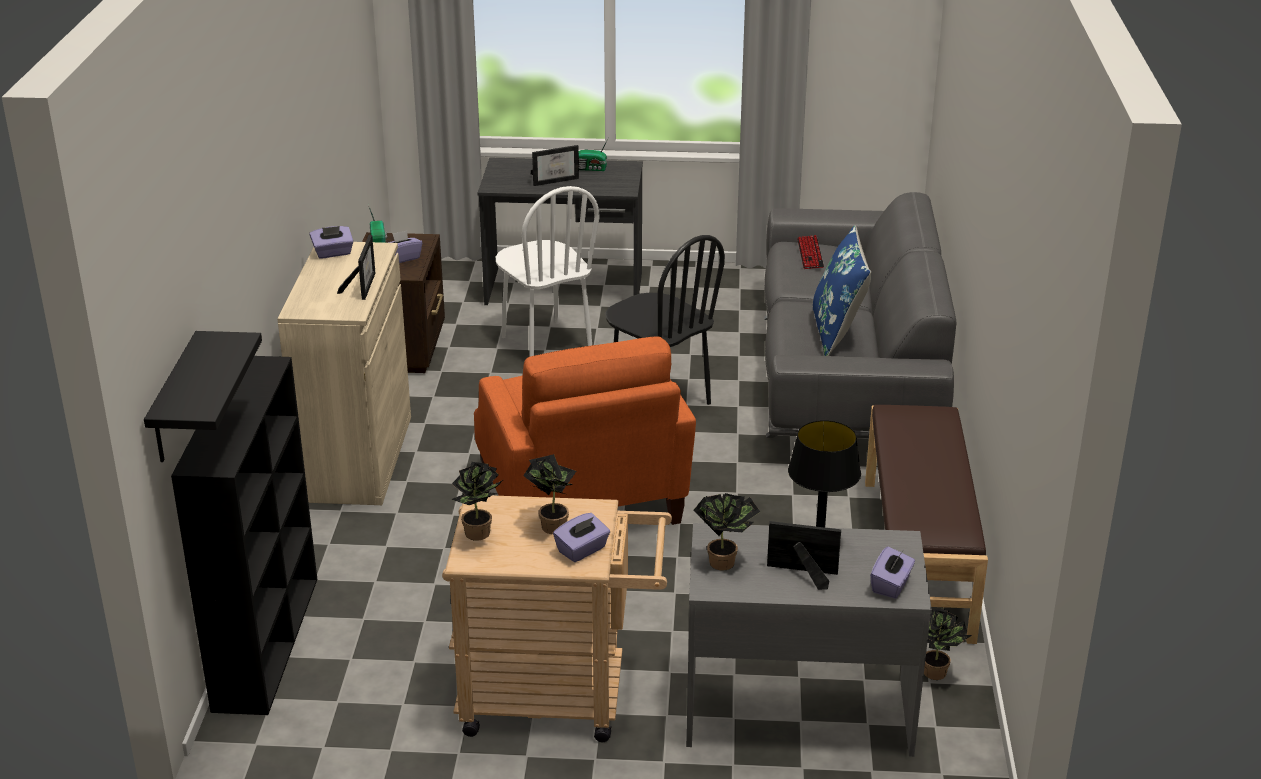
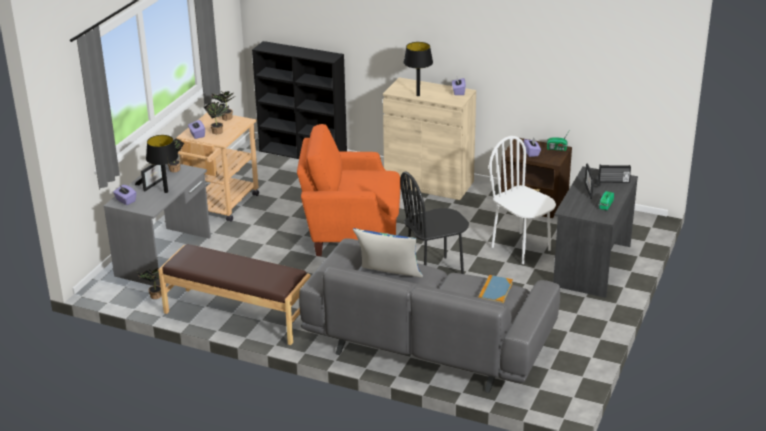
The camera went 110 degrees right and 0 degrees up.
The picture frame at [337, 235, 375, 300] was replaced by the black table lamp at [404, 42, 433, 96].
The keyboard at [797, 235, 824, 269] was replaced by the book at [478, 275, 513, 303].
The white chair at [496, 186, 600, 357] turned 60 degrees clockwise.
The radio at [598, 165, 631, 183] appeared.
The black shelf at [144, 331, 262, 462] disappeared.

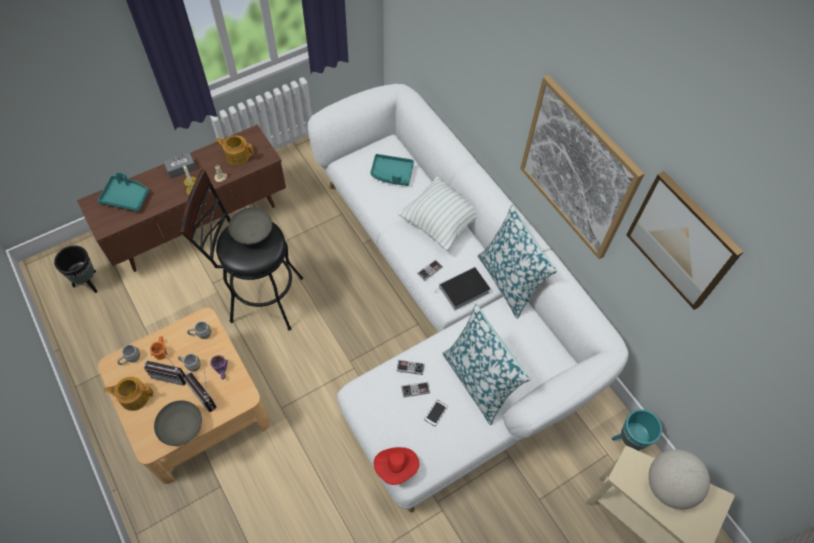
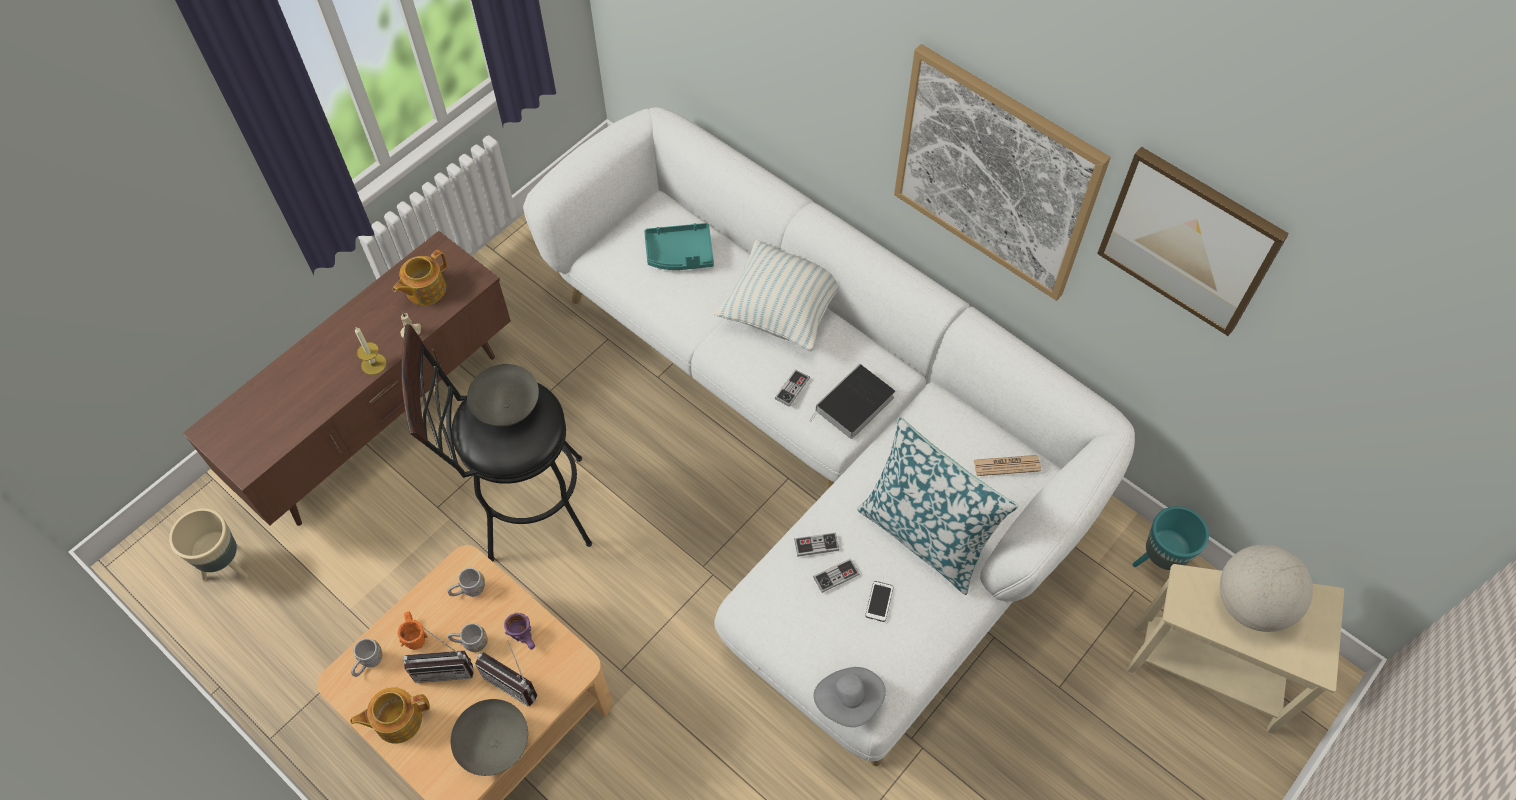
The camera went 15 degrees left and 0 degrees up.
The black planter at [54, 246, 98, 293] became the beige planter at [169, 508, 248, 580].
The teapot at [215, 135, 254, 165] turned 45 degrees counterclockwise.
The red hat at [374, 447, 419, 485] became the grey hat at [814, 667, 886, 727].
The newspaper at [974, 455, 1041, 476] appeared.
The turquoise tray at [98, 172, 149, 212] disappeared.
The grey tissue box at [164, 153, 197, 179] disappeared.
The pillow at [478, 205, 557, 319] disappeared.

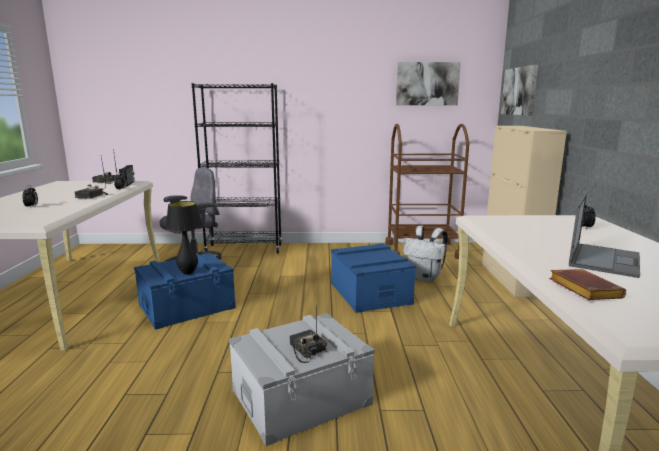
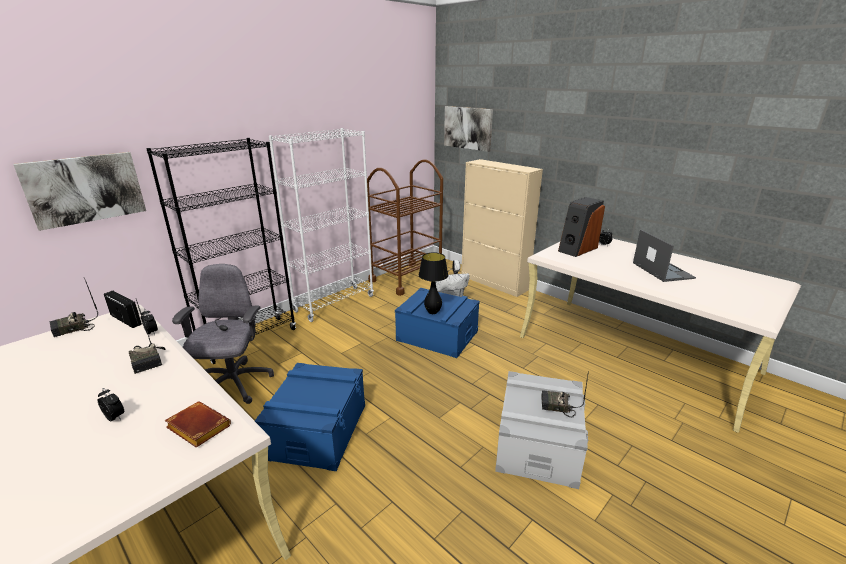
The camera went 45 degrees left and 10 degrees up.
The picture moved from [396, 62, 461, 105] to [13, 152, 146, 231].
The brown book moved from [549, 269, 626, 300] to [165, 401, 231, 448].
The white bookcase at [269, 128, 374, 322] appeared.
The black table lamp moved from [166, 201, 202, 274] to [419, 252, 448, 314].
The speaker at [558, 197, 605, 257] appeared.

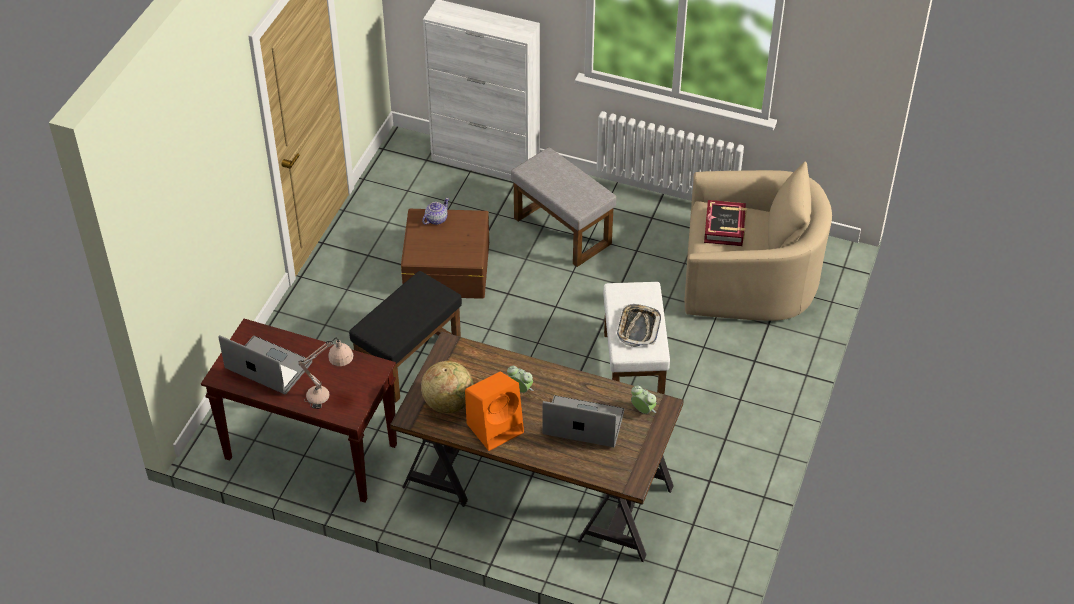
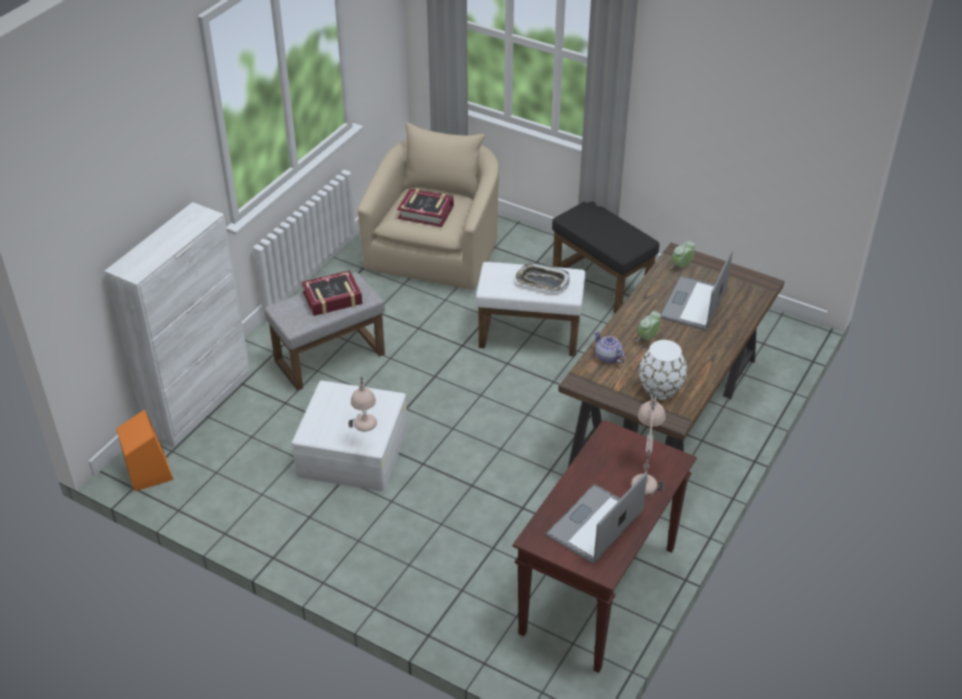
The camera went 80 degrees left and 5 degrees down.
The orange speaker moved from [465, 372, 524, 451] to [116, 410, 174, 491].
The brown storage box at [401, 209, 489, 299] became the white storage box at [292, 380, 408, 492].
The book at [302, 270, 363, 316] appeared.
The beige table lamp at [348, 376, 377, 432] appeared.
The black ottoman moved from [349, 271, 462, 402] to [552, 201, 659, 313].
The teapot moved from [422, 198, 449, 225] to [594, 331, 625, 363].
The globe at [421, 361, 473, 413] was replaced by the white vase at [639, 340, 687, 400].

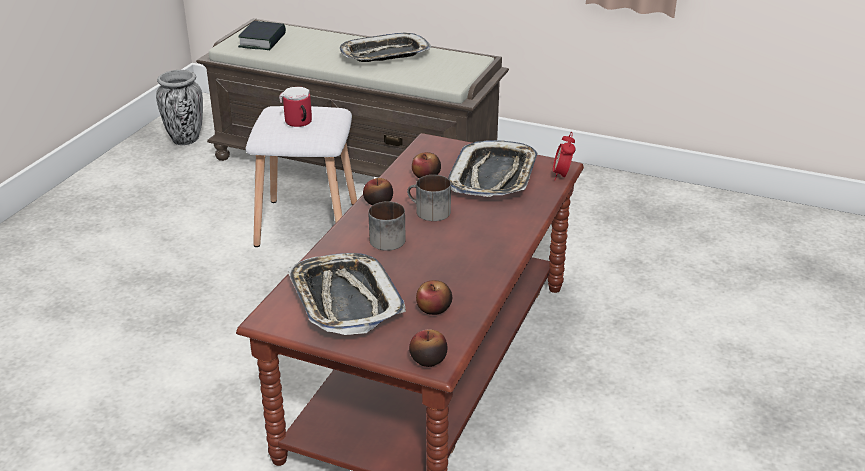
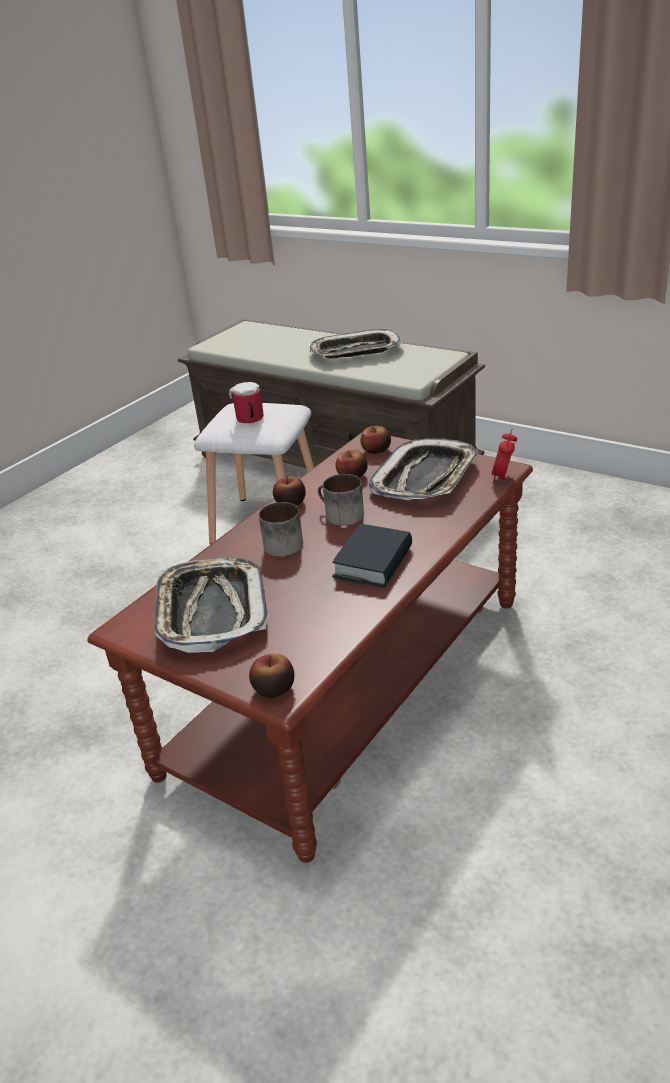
The camera went 15 degrees right and 0 degrees up.
The book moved from [238, 21, 286, 50] to [332, 524, 412, 588].
The apple moved from [416, 280, 452, 315] to [360, 426, 391, 454].
The vase at [156, 70, 203, 145] disappeared.

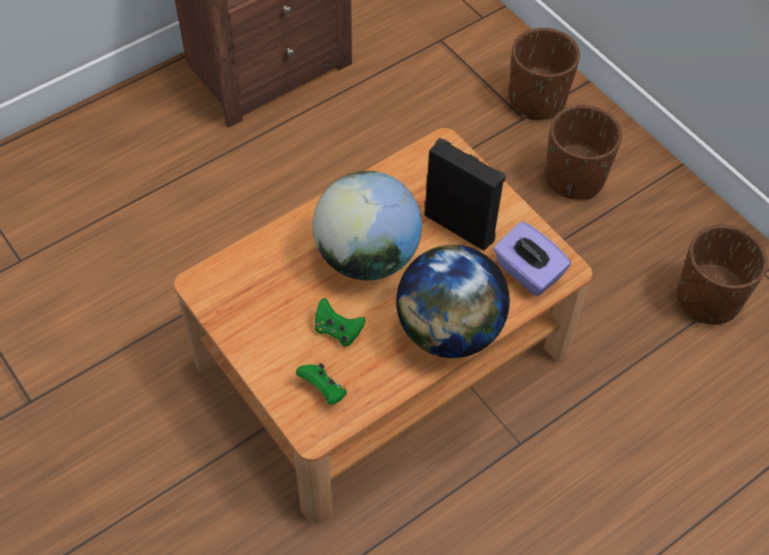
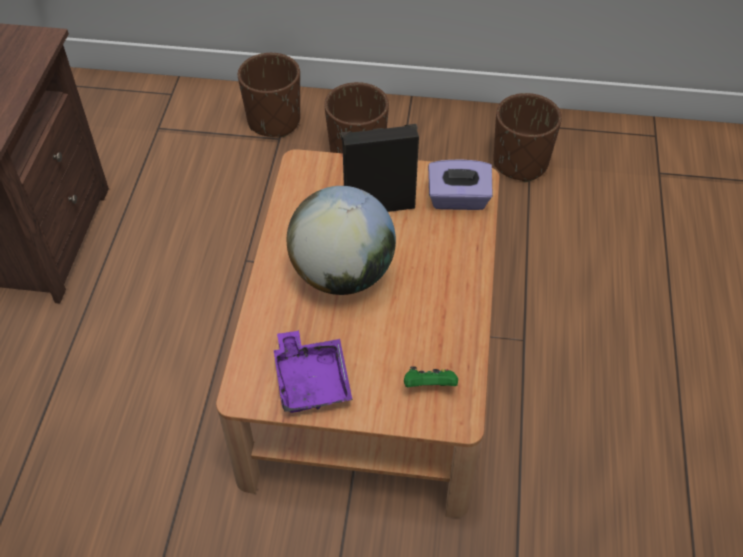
The camera went 45 degrees left and 5 degrees down.
The purple tray at [274, 330, 352, 413] appeared.
The green game controller at [315, 298, 365, 346] disappeared.
The globe at [396, 245, 510, 358] disappeared.

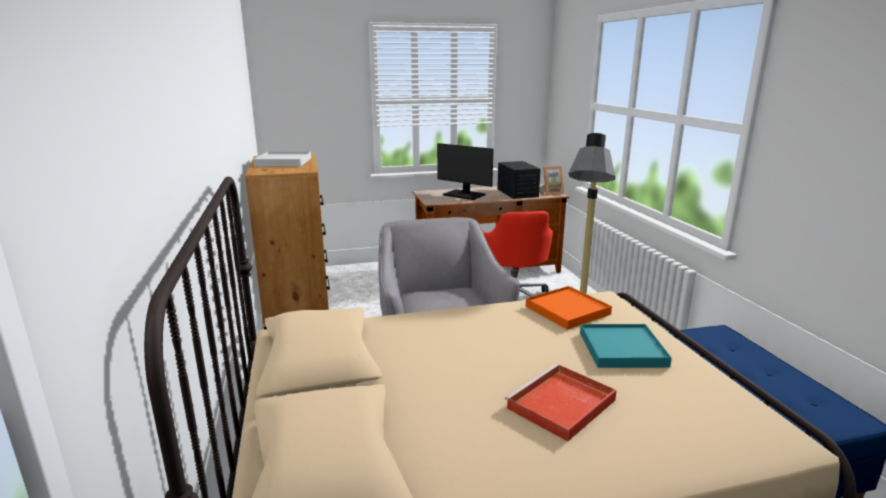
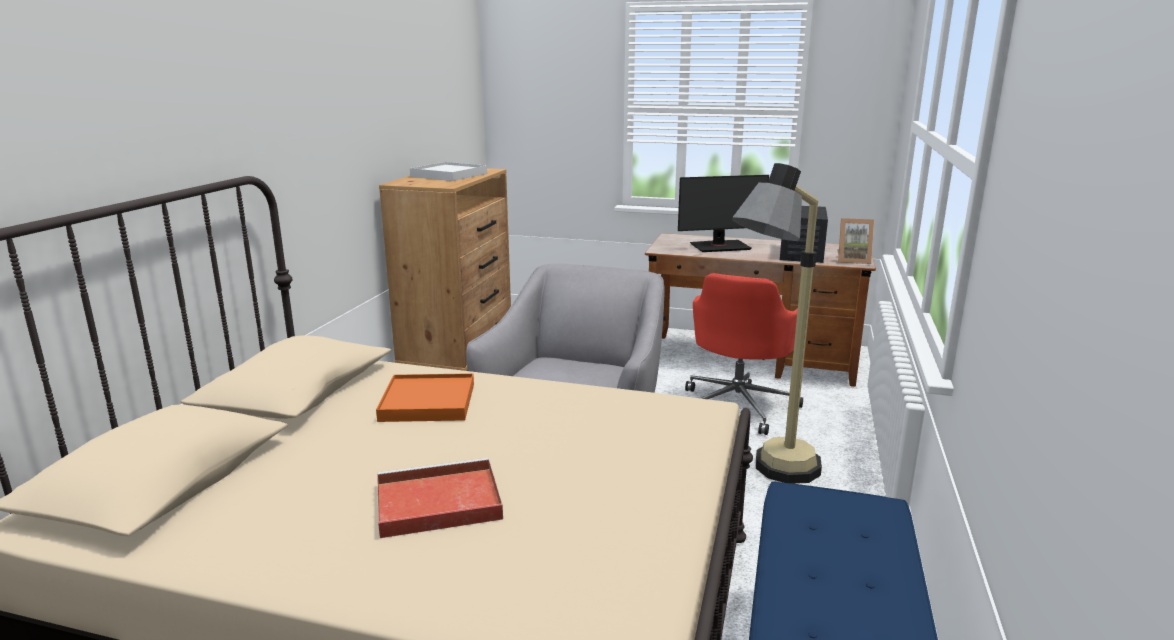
The camera went 30 degrees right and 0 degrees up.
The orange tray moved from [526, 286, 612, 330] to [376, 373, 474, 422].
The monitor at [437, 143, 493, 200] turned 75 degrees counterclockwise.
The turquoise tray at [580, 324, 672, 368] disappeared.

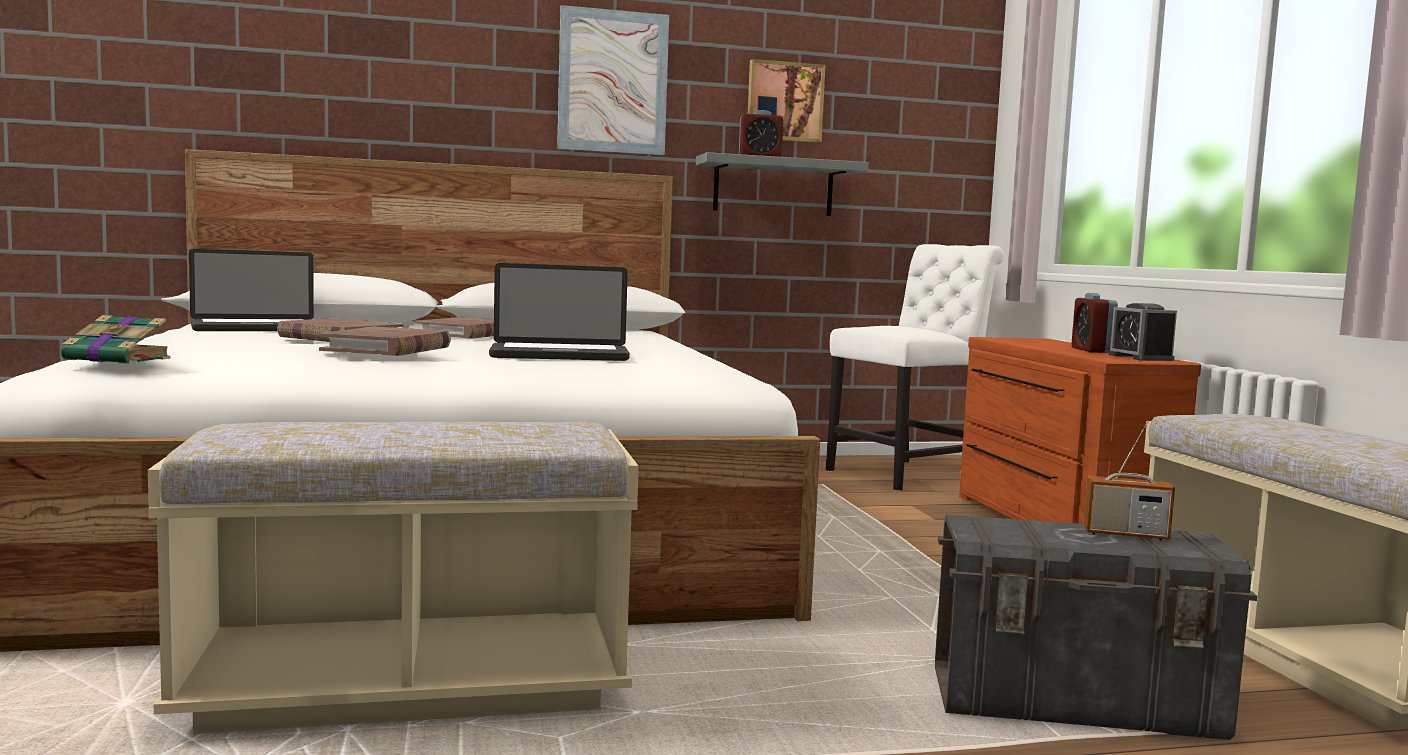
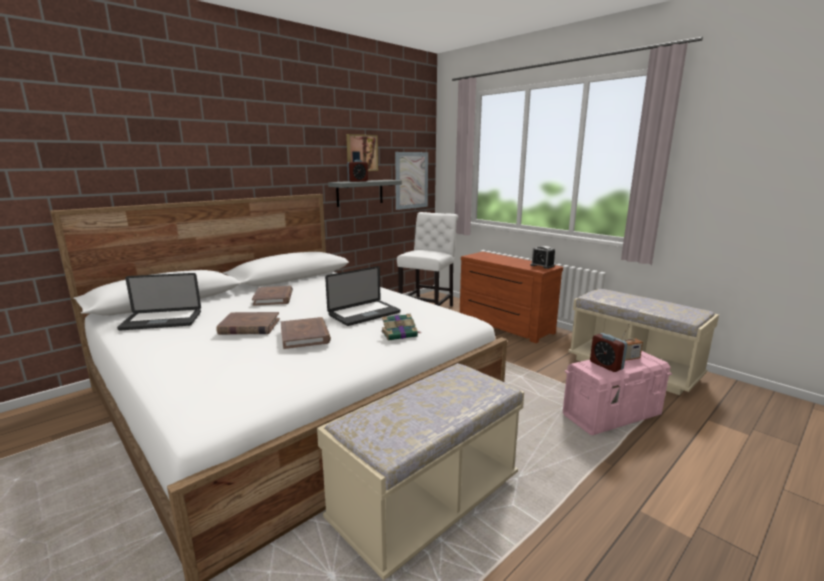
The camera went 30 degrees left and 10 degrees up.
The laptop at [189, 249, 314, 331] turned 45 degrees clockwise.
The book moved from [61, 315, 171, 364] to [381, 314, 421, 341].
The picture moved from [557, 5, 669, 155] to [395, 152, 428, 210].
The grey storage box at [935, 515, 1257, 740] became the pink storage box at [563, 351, 672, 436].
The alarm clock moved from [1072, 293, 1118, 353] to [590, 333, 627, 372].

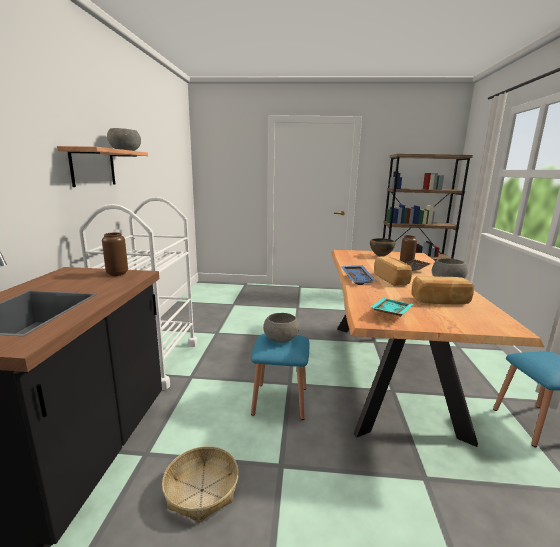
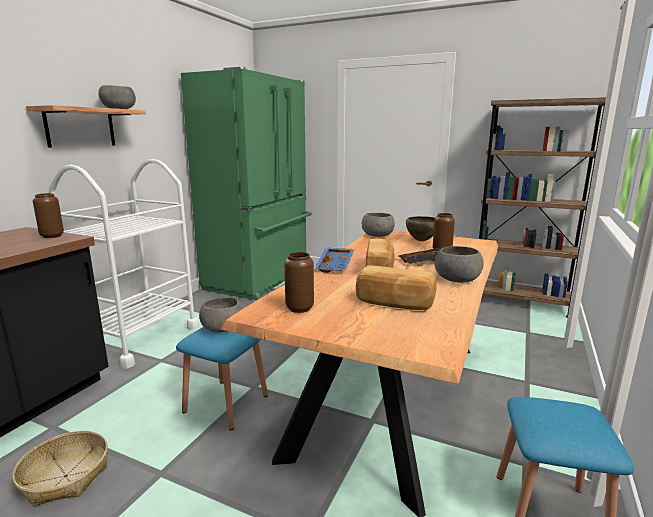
The camera went 20 degrees right and 0 degrees up.
The green fridge at [181, 67, 312, 300] appeared.
The turquoise tray at [370, 298, 413, 317] was replaced by the brown vase at [284, 252, 314, 313].
The grey bowl at [362, 213, 395, 237] appeared.

